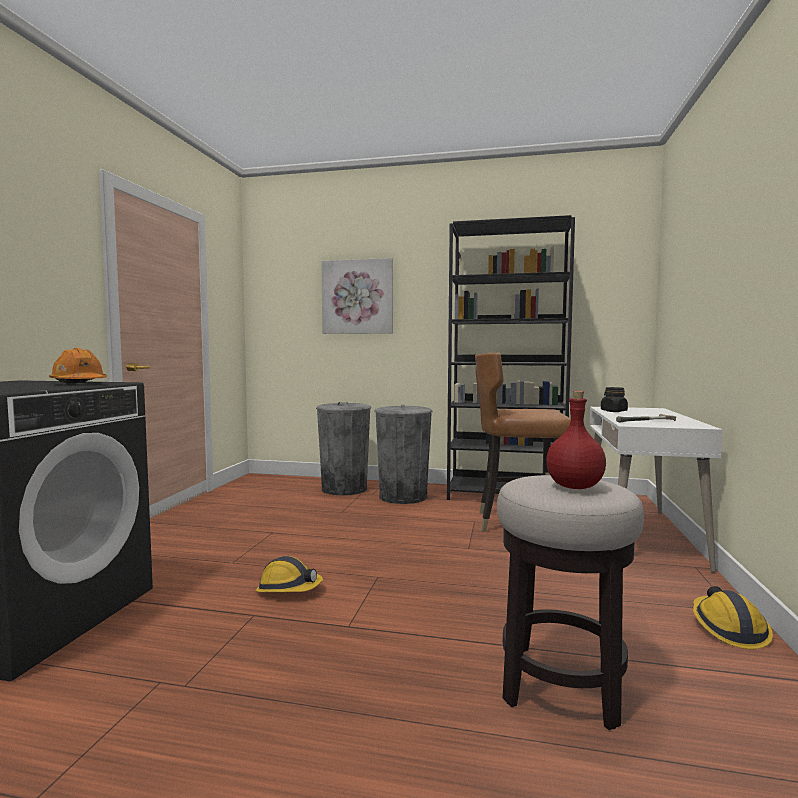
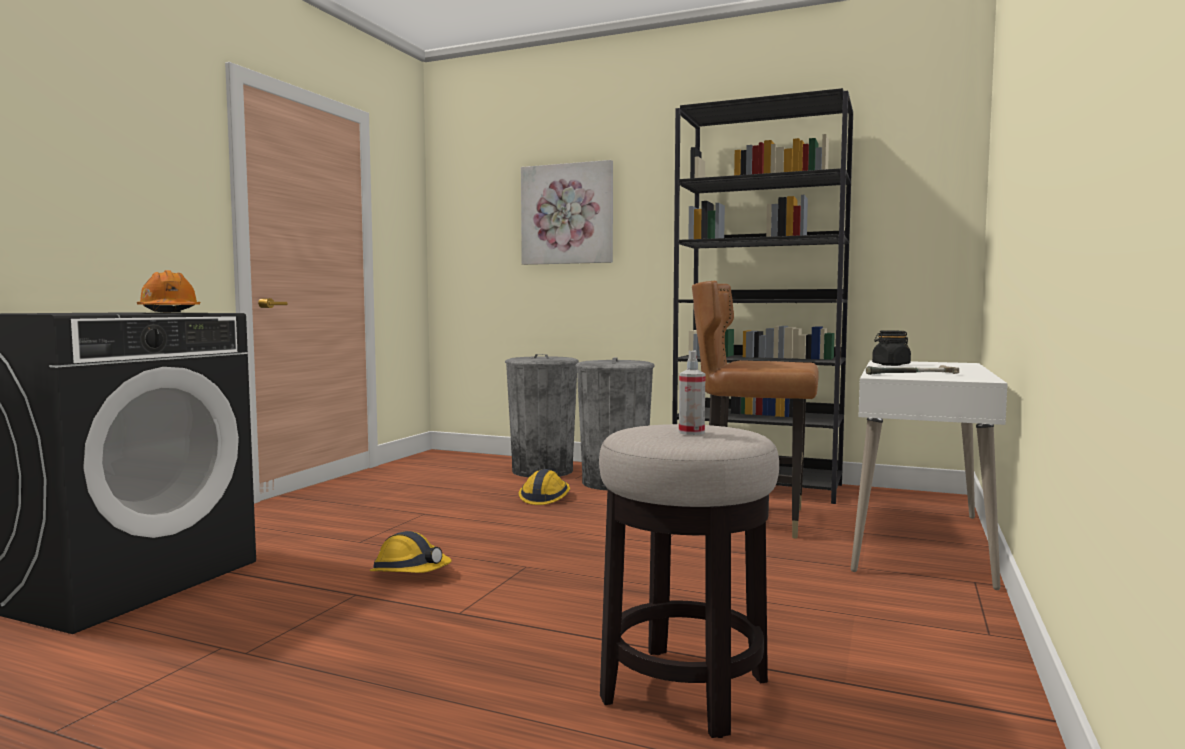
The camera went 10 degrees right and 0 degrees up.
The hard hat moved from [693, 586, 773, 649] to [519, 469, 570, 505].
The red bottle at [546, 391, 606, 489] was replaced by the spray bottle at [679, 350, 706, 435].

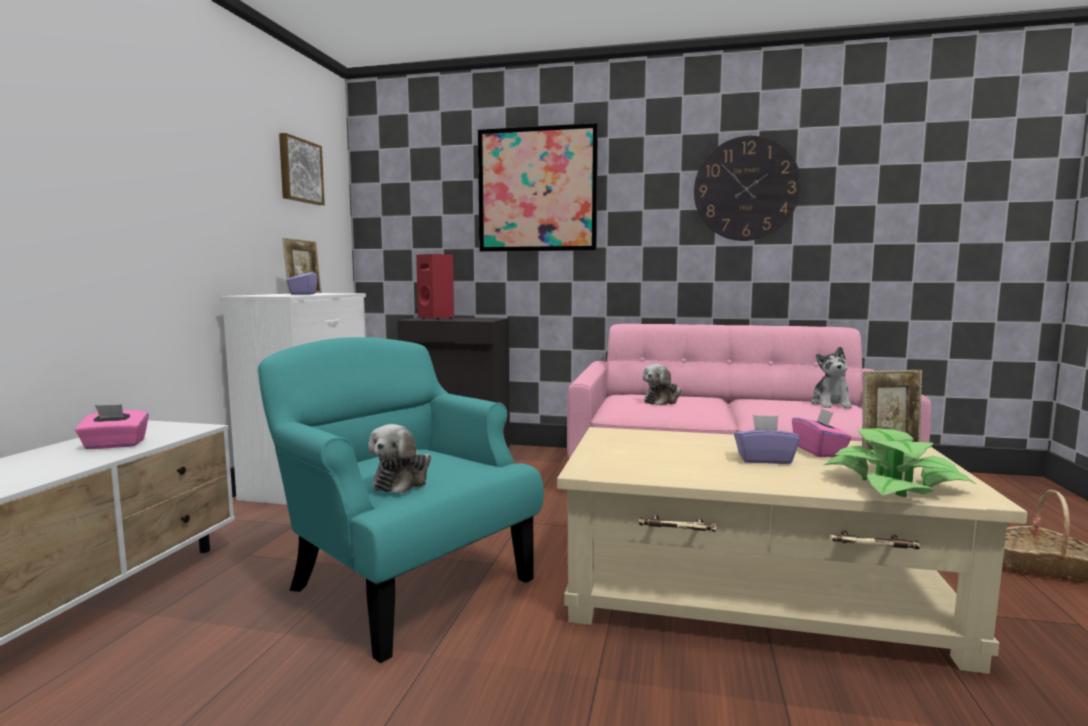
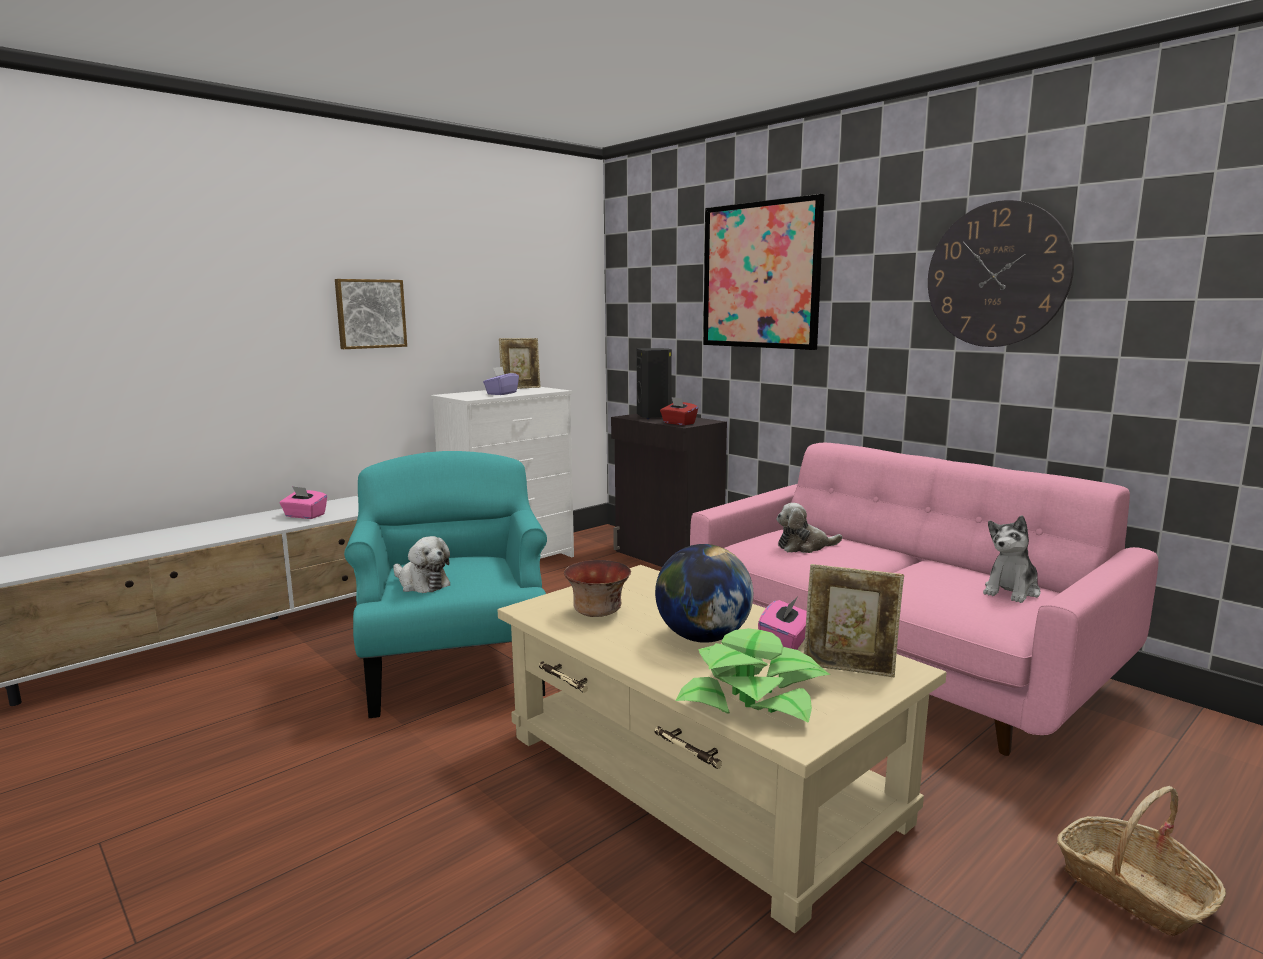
The camera went 35 degrees right and 5 degrees up.
The picture moved from [279, 133, 325, 205] to [335, 279, 407, 349].
The plush toy at [368, 424, 431, 494] turned 105 degrees counterclockwise.
The bowl at [564, 560, 631, 617] appeared.
The red speaker at [416, 254, 454, 320] became the black speaker at [637, 348, 672, 419].
The purple tissue box at [734, 415, 800, 464] was replaced by the globe at [655, 544, 753, 643].
The red tissue box at [660, 397, 698, 425] appeared.

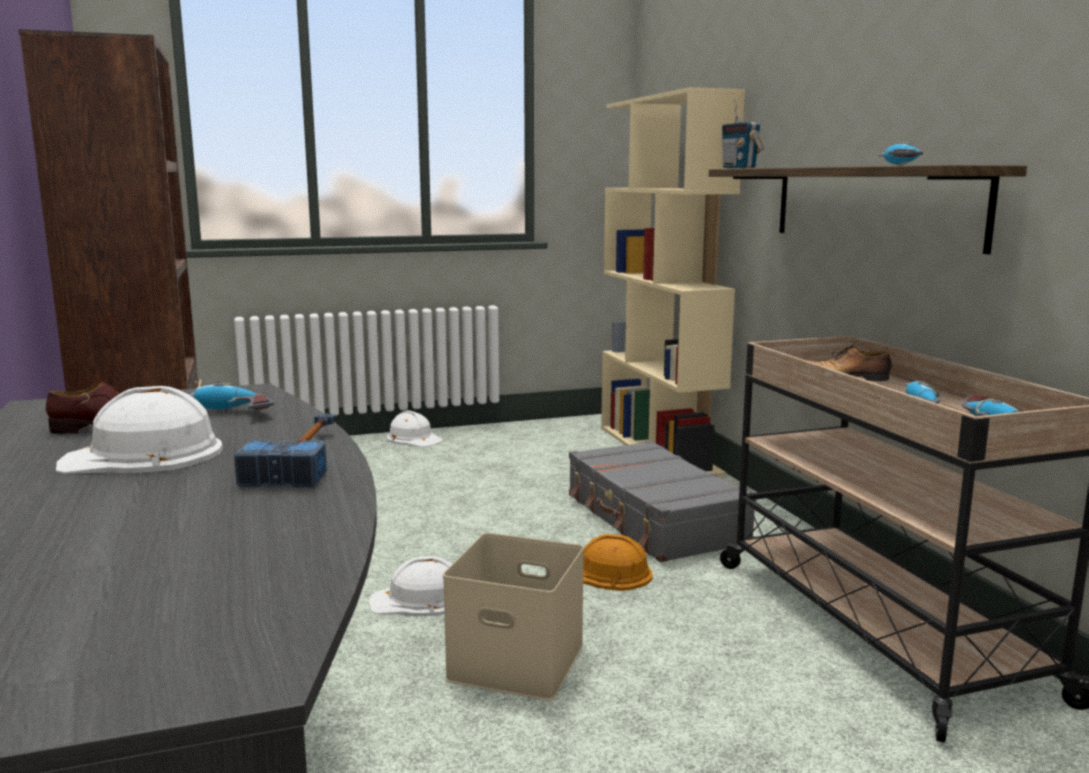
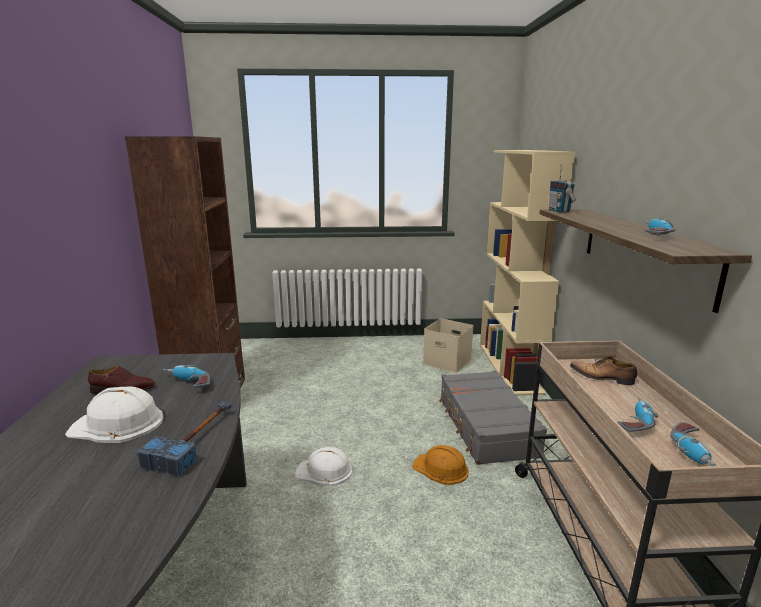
The camera went 15 degrees right and 5 degrees up.
The beige storage box moved from [443, 533, 584, 701] to [423, 318, 474, 373].
The white hard hat at [387, 410, 443, 447] disappeared.

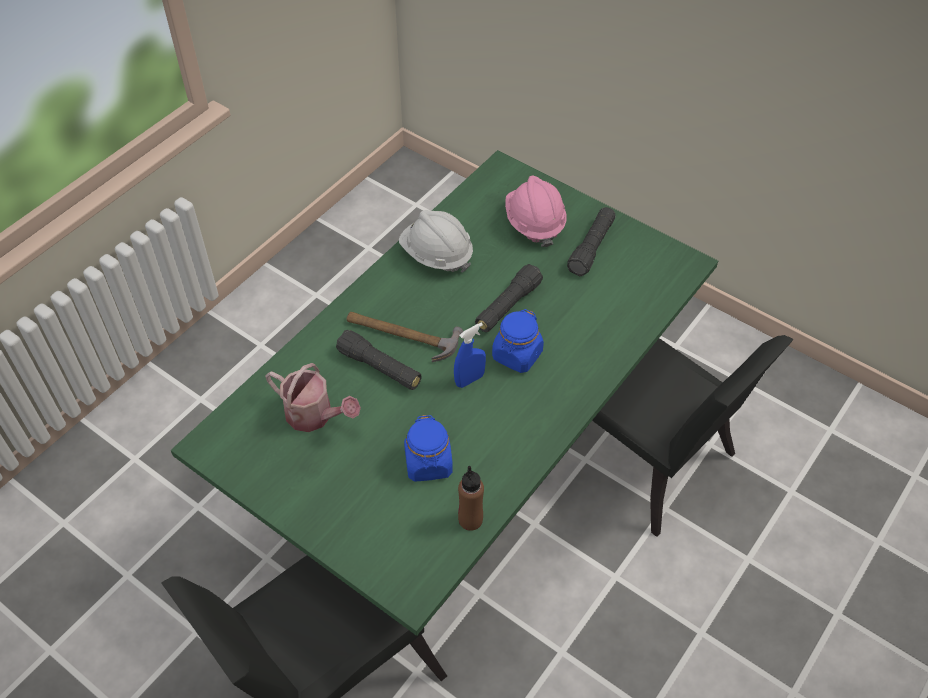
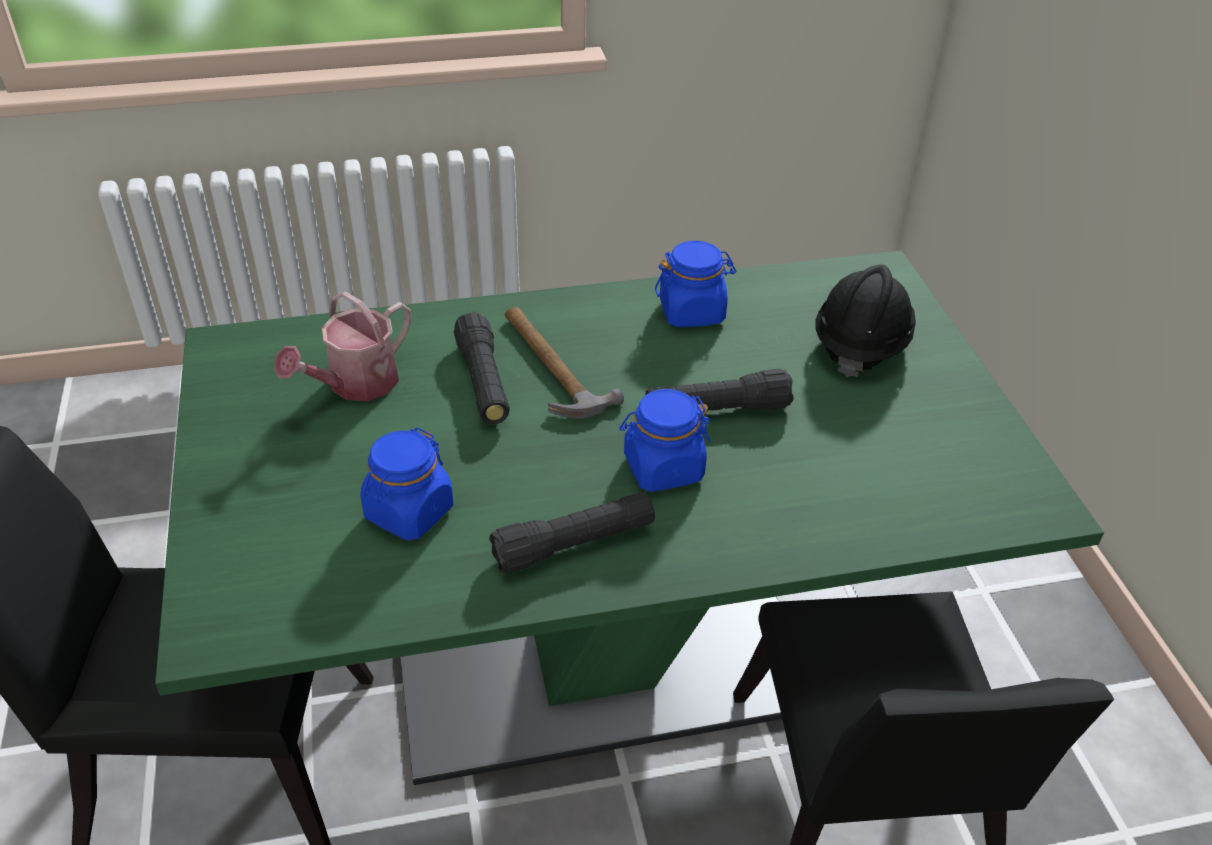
The camera went 40 degrees right and 10 degrees down.
The watering can at [265, 363, 361, 432] turned 60 degrees clockwise.
The black flashlight moved from [567, 207, 616, 276] to [489, 492, 655, 573].
The white hard hat at [399, 210, 473, 273] was replaced by the blue jar at [655, 240, 736, 327].
The pink hard hat at [505, 176, 566, 247] became the black hard hat at [815, 264, 916, 377].
The blue spray bottle at [454, 322, 486, 388] disappeared.
The brown bottle at [458, 466, 484, 531] disappeared.

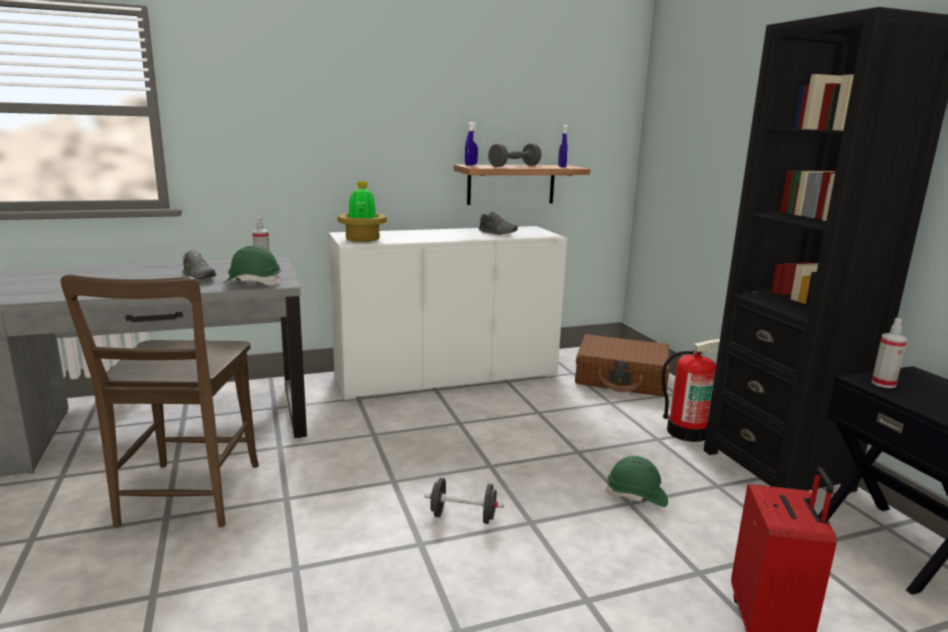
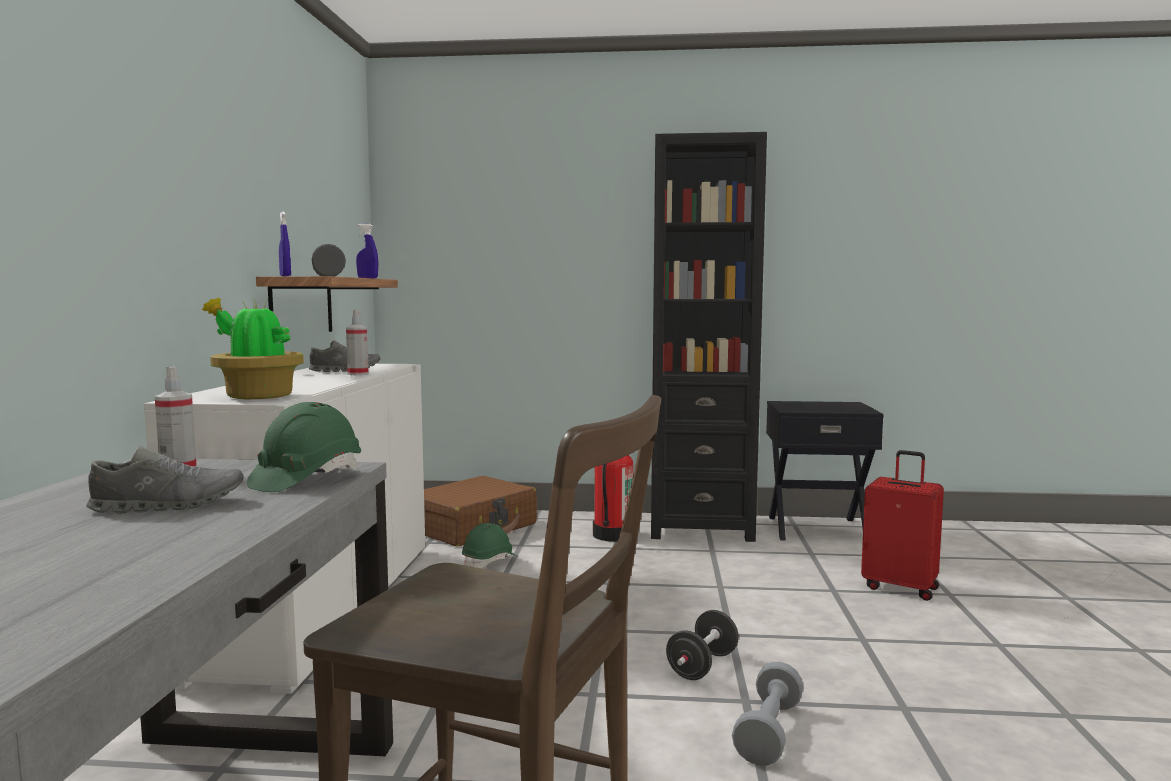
The camera went 65 degrees left and 10 degrees down.
The spray bottle moved from [872, 318, 907, 388] to [346, 310, 369, 375].
The green hard hat moved from [605, 456, 668, 507] to [462, 523, 517, 568].
The grey dumbbell at [732, 662, 804, 766] appeared.

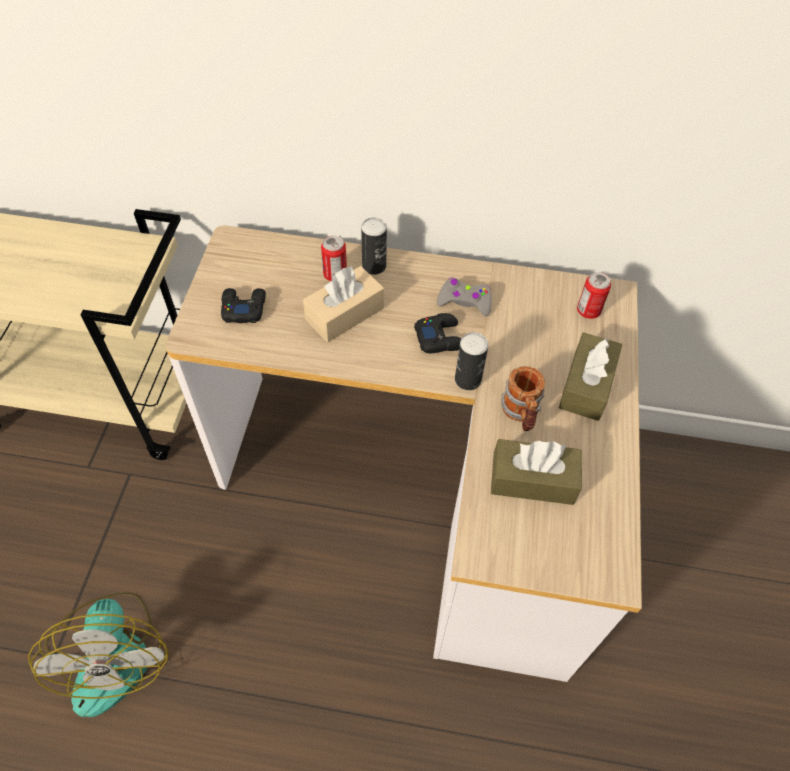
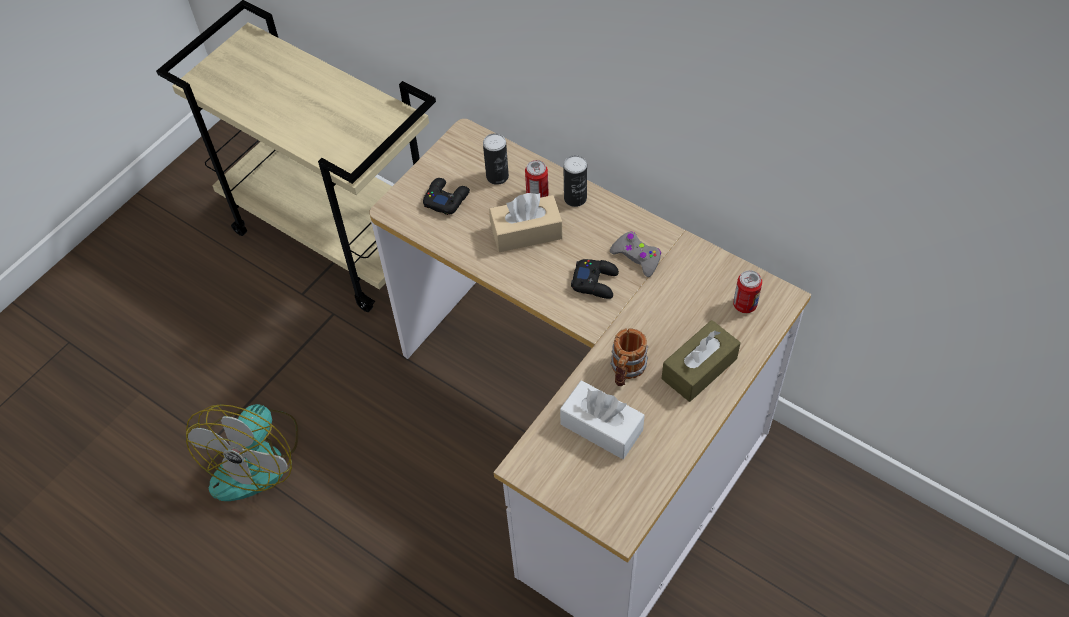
The camera went 30 degrees right and 0 degrees up.
The can moved from [455, 332, 489, 390] to [483, 133, 509, 185].
The brown tissue box at [491, 439, 582, 505] became the white tissue box at [560, 380, 645, 459].

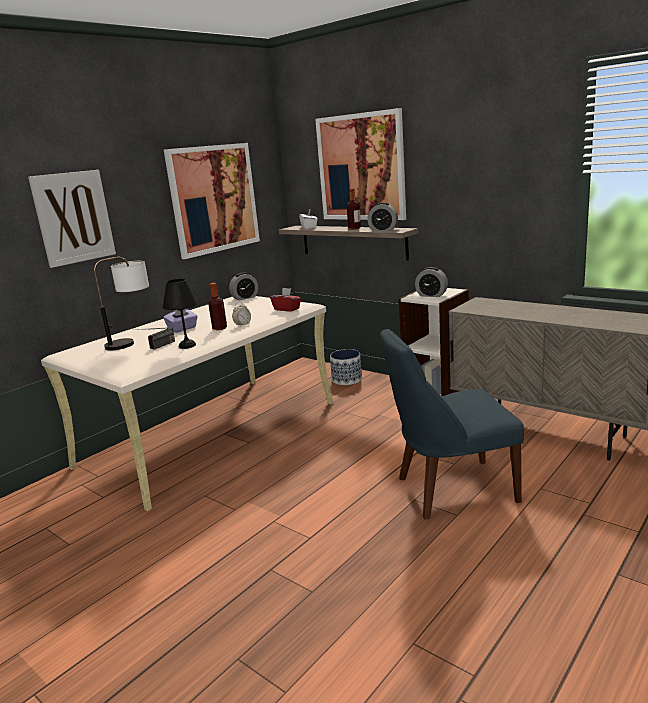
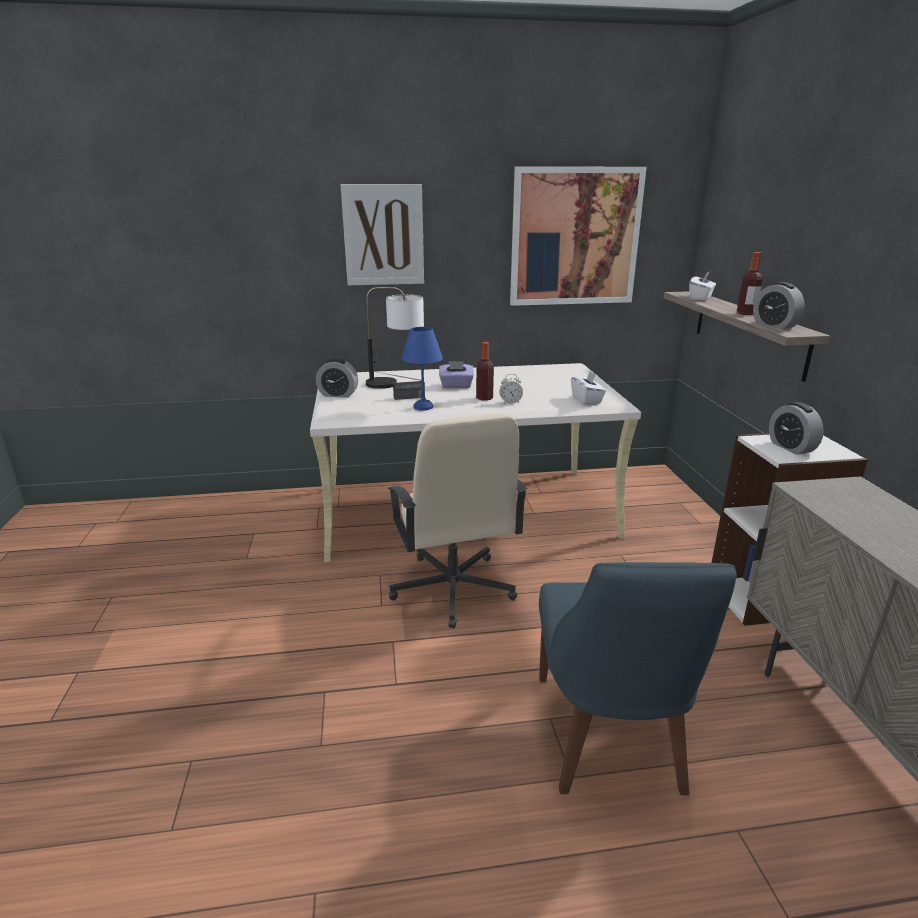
The camera went 40 degrees right and 5 degrees up.
The alarm clock moved from [229, 272, 258, 301] to [316, 358, 358, 398].
The beige office chair at [387, 413, 528, 629] appeared.
The black table lamp at [163, 278, 198, 349] became the blue table lamp at [402, 327, 443, 411].
The blue chair at [380, 329, 524, 520] turned 120 degrees counterclockwise.
The red tissue box at [270, 288, 301, 312] became the white tissue box at [571, 371, 606, 405].
The picture at [315, 108, 406, 220] disappeared.
The planter at [330, 349, 362, 385] disappeared.

